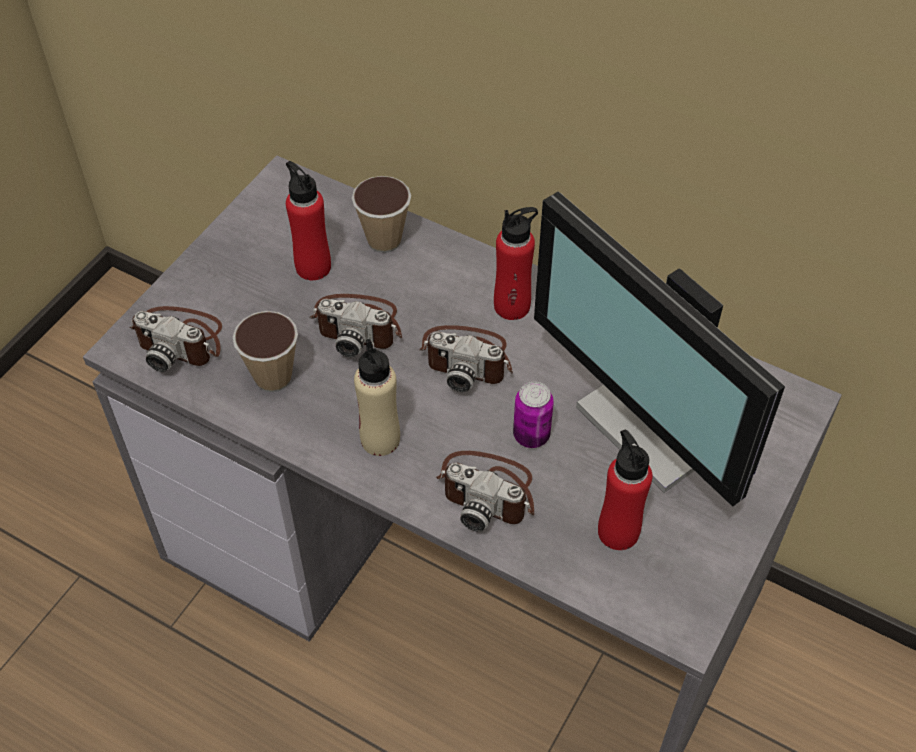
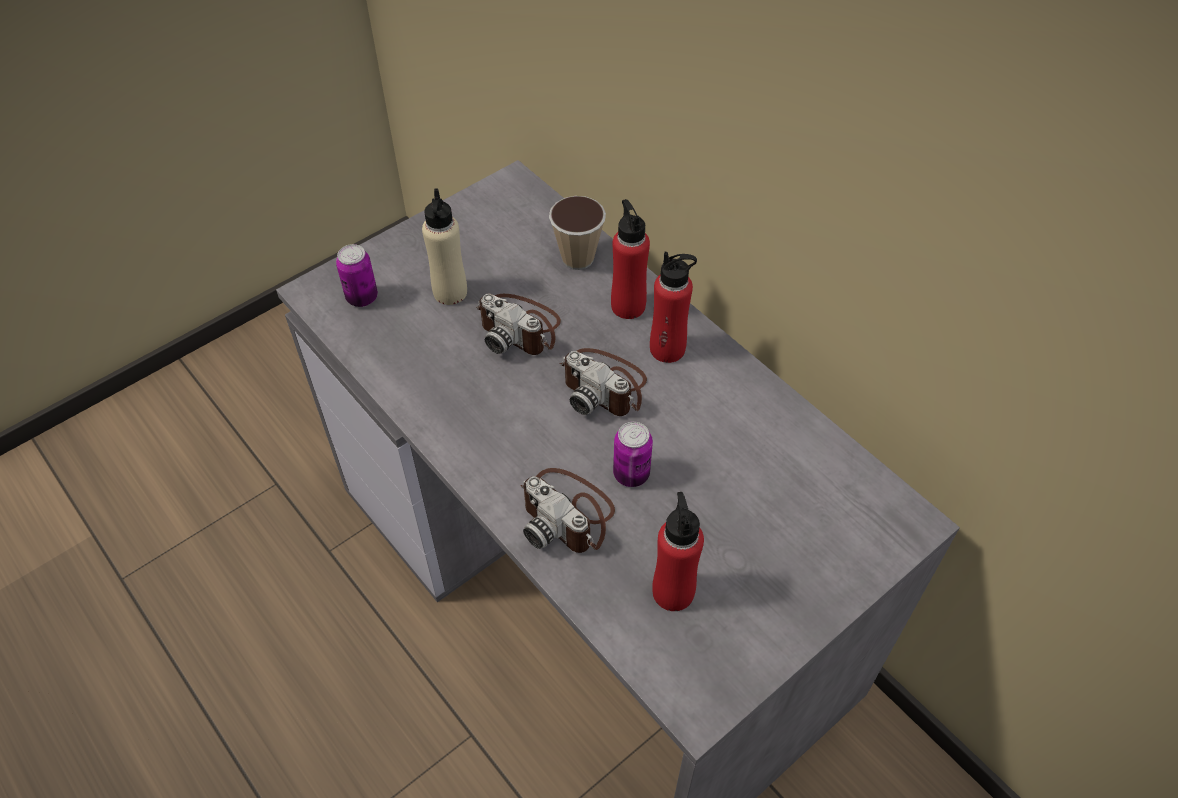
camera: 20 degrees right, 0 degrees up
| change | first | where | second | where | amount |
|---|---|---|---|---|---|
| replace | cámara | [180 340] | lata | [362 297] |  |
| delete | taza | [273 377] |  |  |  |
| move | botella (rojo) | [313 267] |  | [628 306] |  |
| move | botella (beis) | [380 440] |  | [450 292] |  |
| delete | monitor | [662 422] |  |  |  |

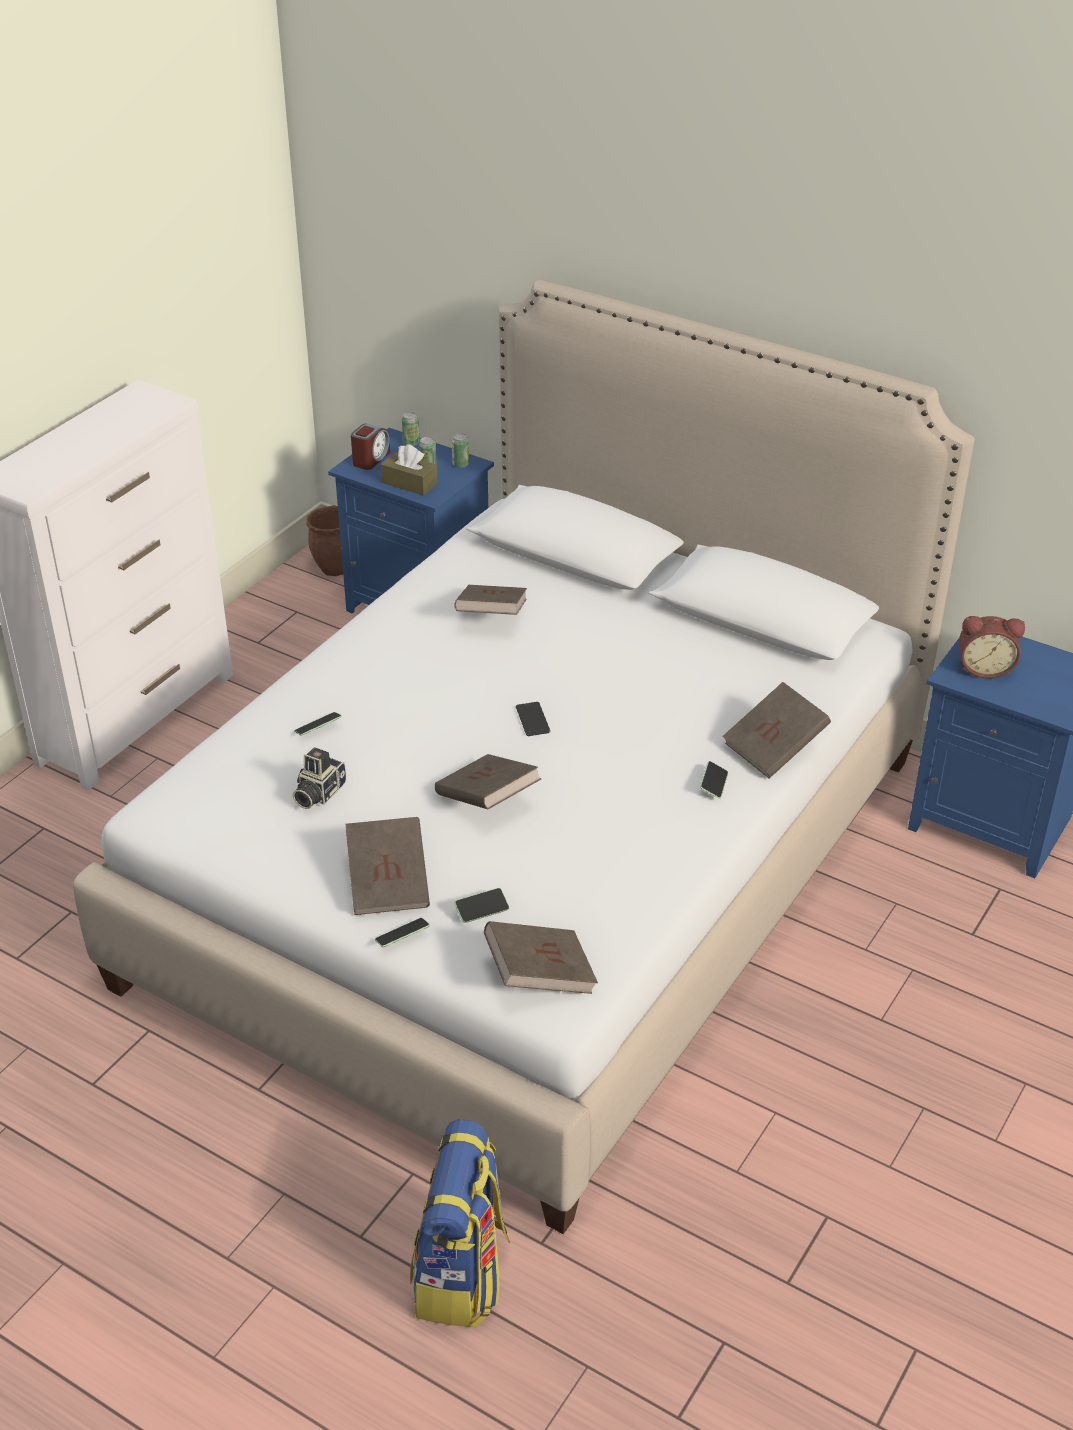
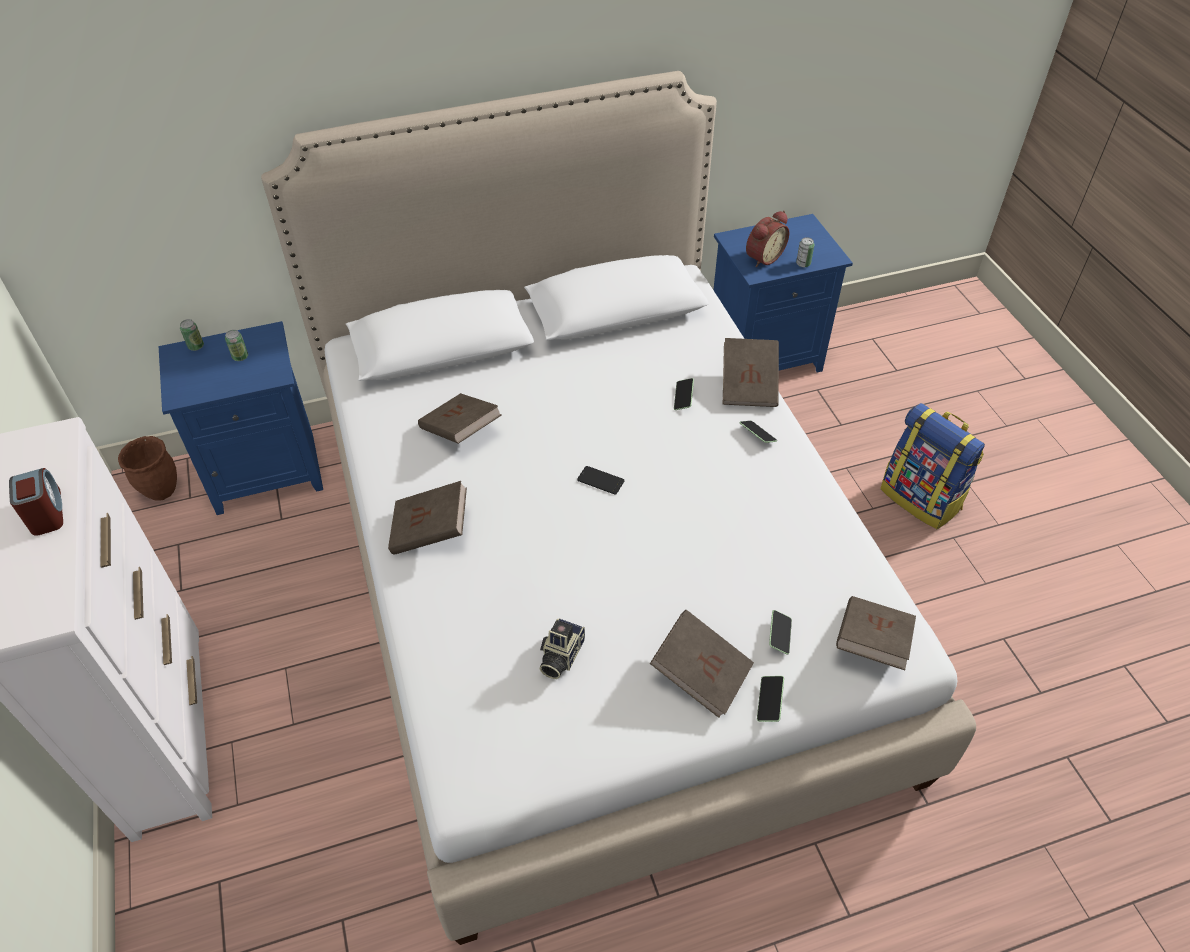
camera: 50 degrees left, 10 degrees up
| change | first | where | second | where | amount |
|---|---|---|---|---|---|
| rotate | cámara | [318 793] |  | [560 656] | 45 degrees clockwise |
| move | móvil | [318 729] |  | [683 398] |  |
| move | despertador | [371 459] |  | [46 513] |  |
| delete | caja de pañuelos (marrón) | [409 483] |  |  |  |
| move | mochila | [462 1275] |  | [921 499] |  |
| move | libro (marrón) | [487 799] |  | [430 531] |  |
| move | lata | [460 464] |  | [803 264] |  |

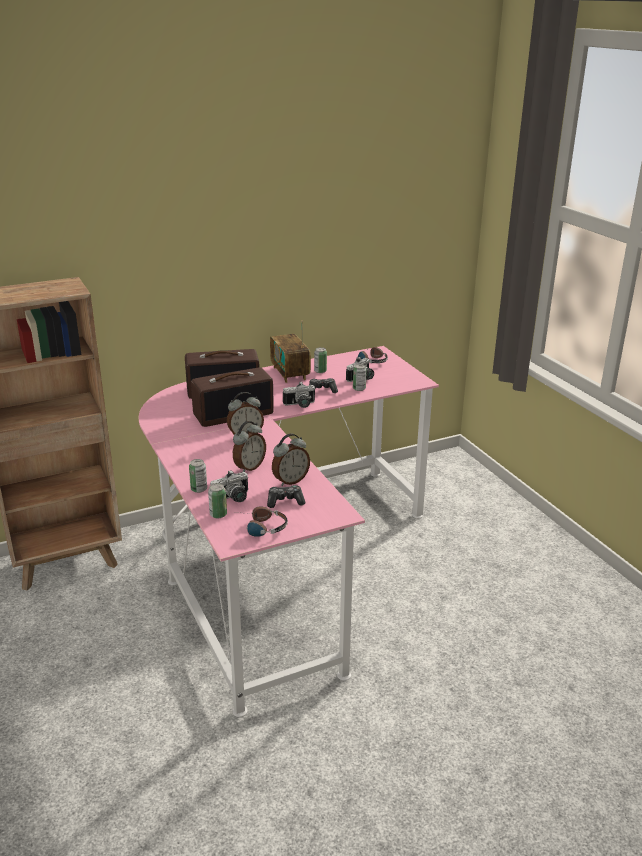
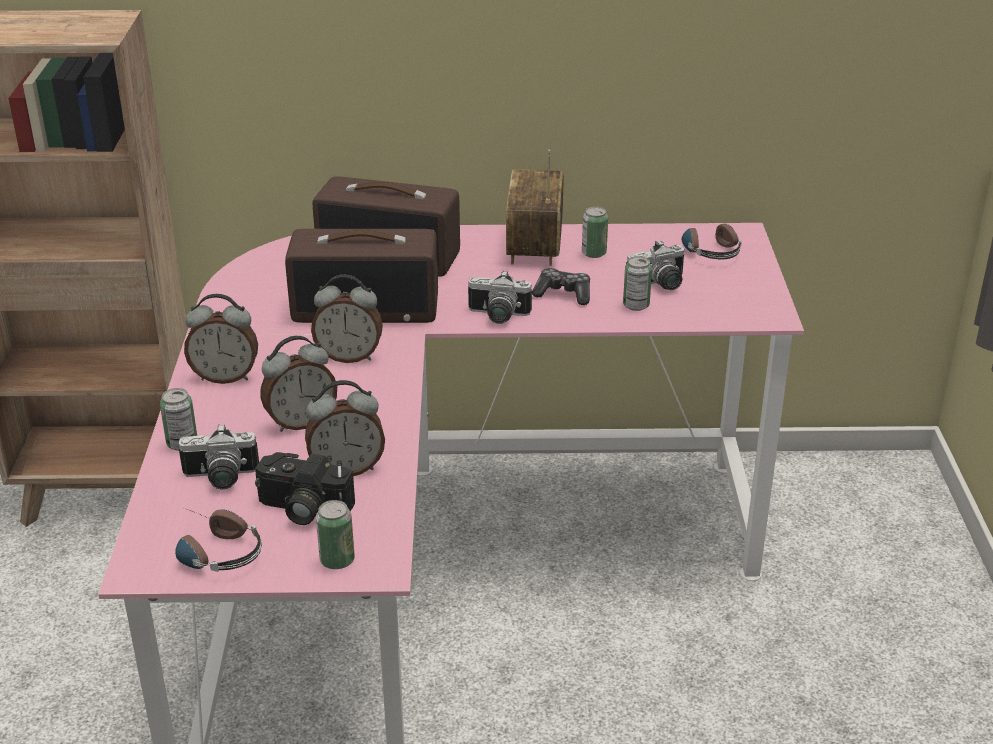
camera: 25 degrees right, 5 degrees up
| change | first | where | second | where | amount |
|---|---|---|---|---|---|
| move | lata | [218 514] |  | [337 560] |  |
| replace | mando de consola | [285 501] | cámara | [302 509] |  |
| insert |  |  | despertador | [225 377] |  |

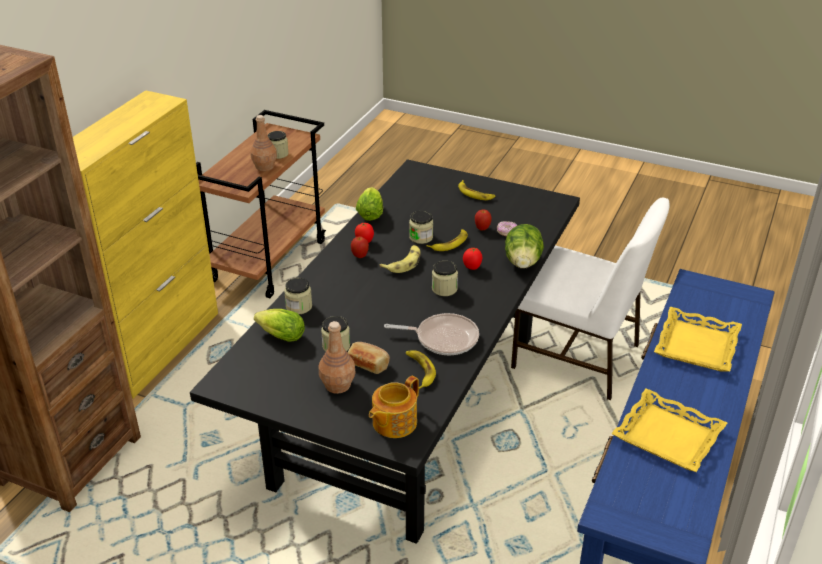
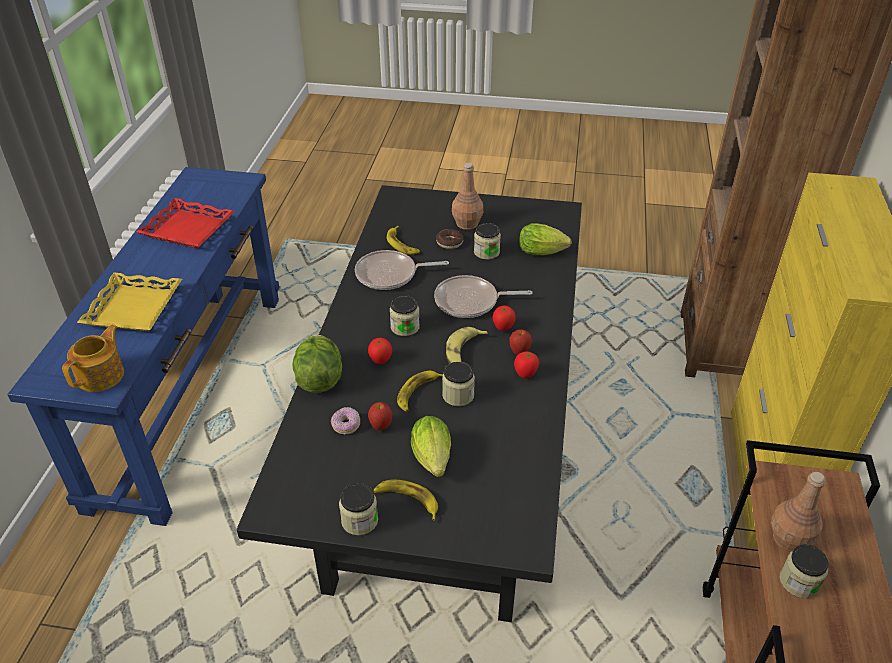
camera: 165 degrees right, 5 degrees up
| change | first | where | second | where | amount |
|---|---|---|---|---|---|
| move | tarro | [299 306] |  | [359 520] |  |
| replace | pan | [368 364] | rosquilla | [449 243] |  |
| move | lechuga | [370 213] |  | [433 461] |  |
| move | tetera | [393 423] |  | [102 375] |  |
| delete | silla (blanco) | [578 358] |  |  |  |
| recolor | bandeja (amarillo) | [668 436] | bandeja (rojo) | [187 229] |  |
| insert |  |  | sartén | [470 302] |  |
| insert |  |  | tomate | [503 328] |  |

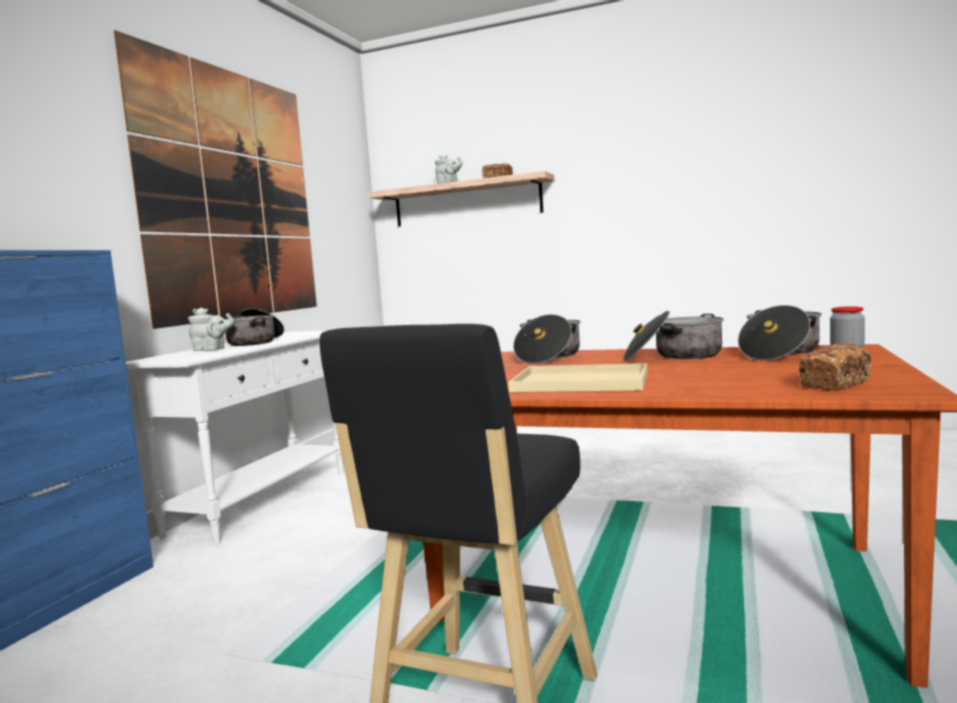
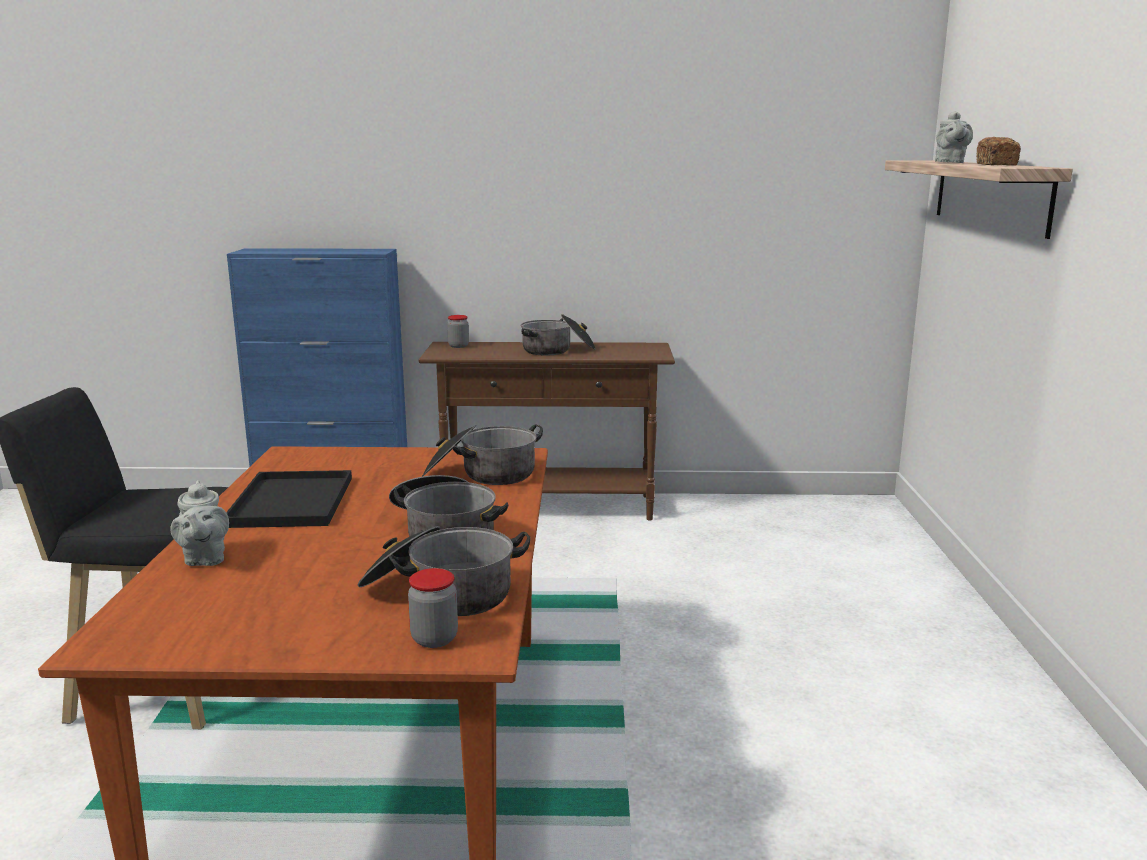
camera: 70 degrees right, 10 degrees up
| change | first | where | second | where | amount |
|---|---|---|---|---|---|
| delete | cuadro | [233 194] |  |  |  |
| recolor | mesa consola (blanco) | [263 501] | mesa consola (marrón) | [550 507] |  |
| move | tetera (gris) | [211 350] |  | [204 559] |  |
| recolor | bandeja (beis) | [577 382] | bandeja (negro) | [290 500] |  |
| delete | pan | [835 384] |  |  |  |
| insert |  |  | tarro | [458 346] |  |

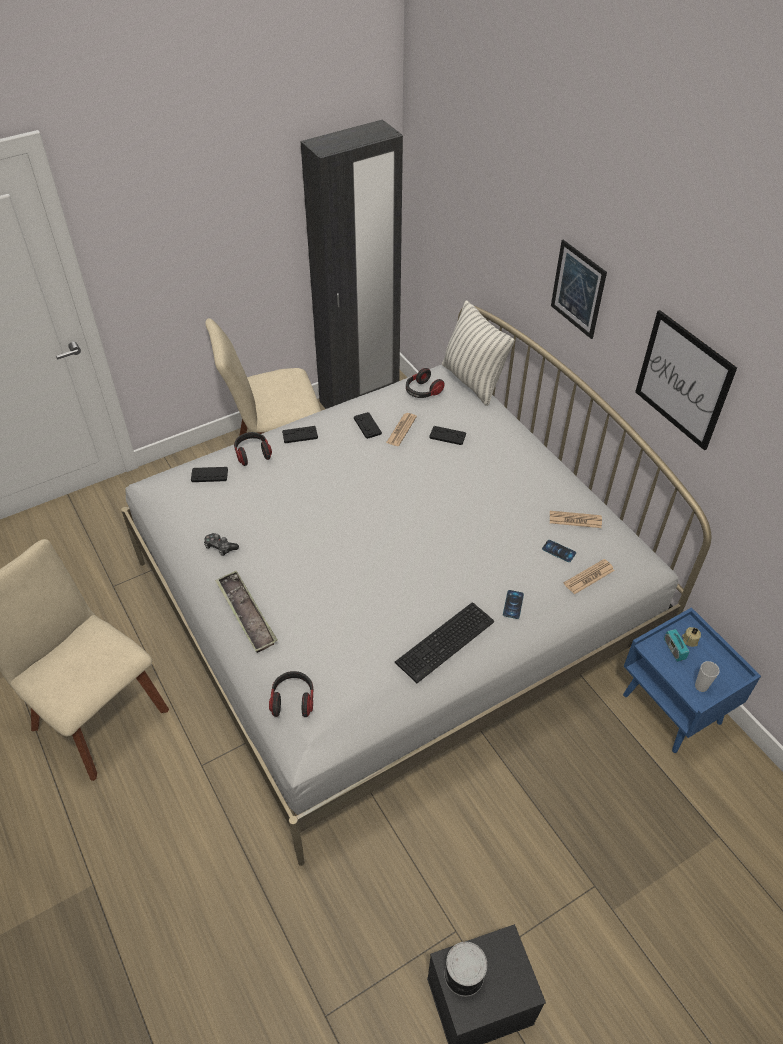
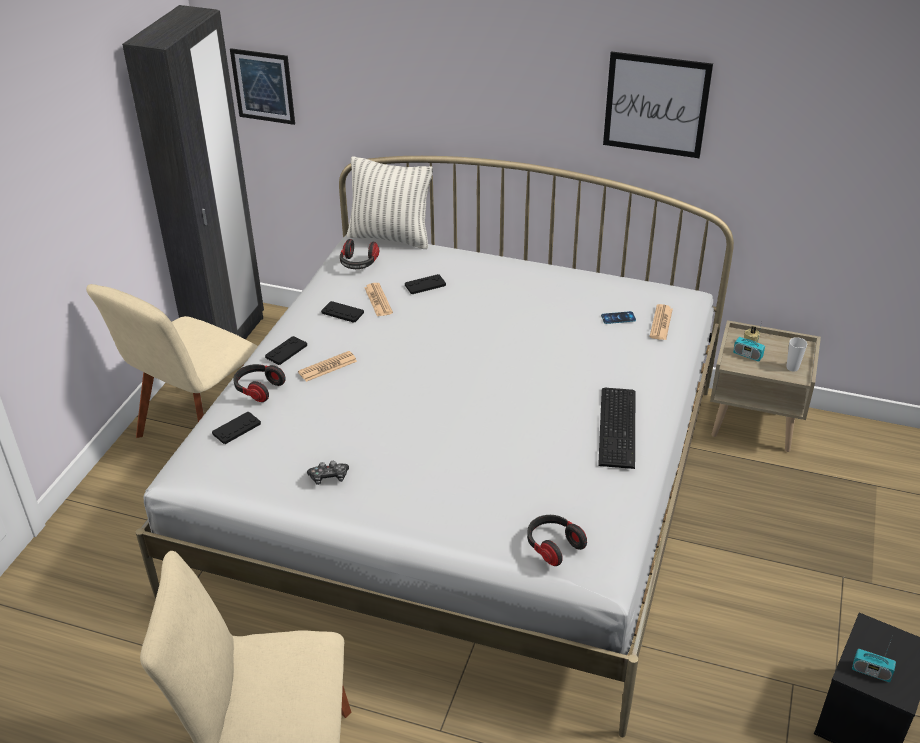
camera: 40 degrees left, 10 degrees down
| change | first | where | second | where | amount |
|---|---|---|---|---|---|
| delete | bandeja | [246 614] |  |  |  |
| replace | lata | [465 975] | radio | [871 671] |  |
| delete | móvil | [513 604] |  |  |  |
| move | periódico | [575 520] |  | [327 367] |  |
| move | cuadro | [578 289] |  | [263 86] |  |
| recolor | mesita de noche (azul) | [673 709] | mesita de noche (beis) | [754 423] |  |

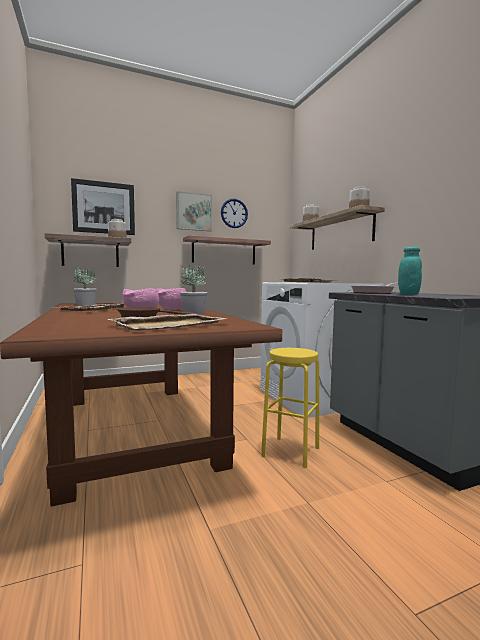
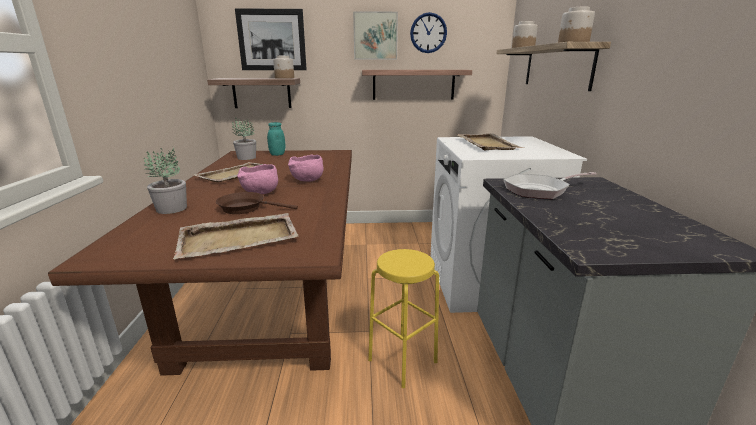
camera: 20 degrees right, 15 degrees up
| change | first | where | second | where | amount |
|---|---|---|---|---|---|
| move | planta en maceta | [193 313] |  | [172 208] |  |
| move | tarro (turquesa) | [408 294] |  | [277 154] |  |

